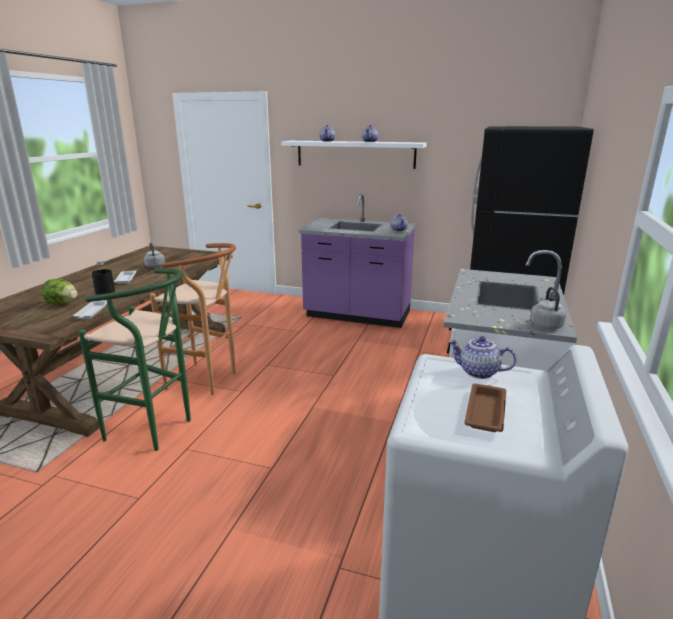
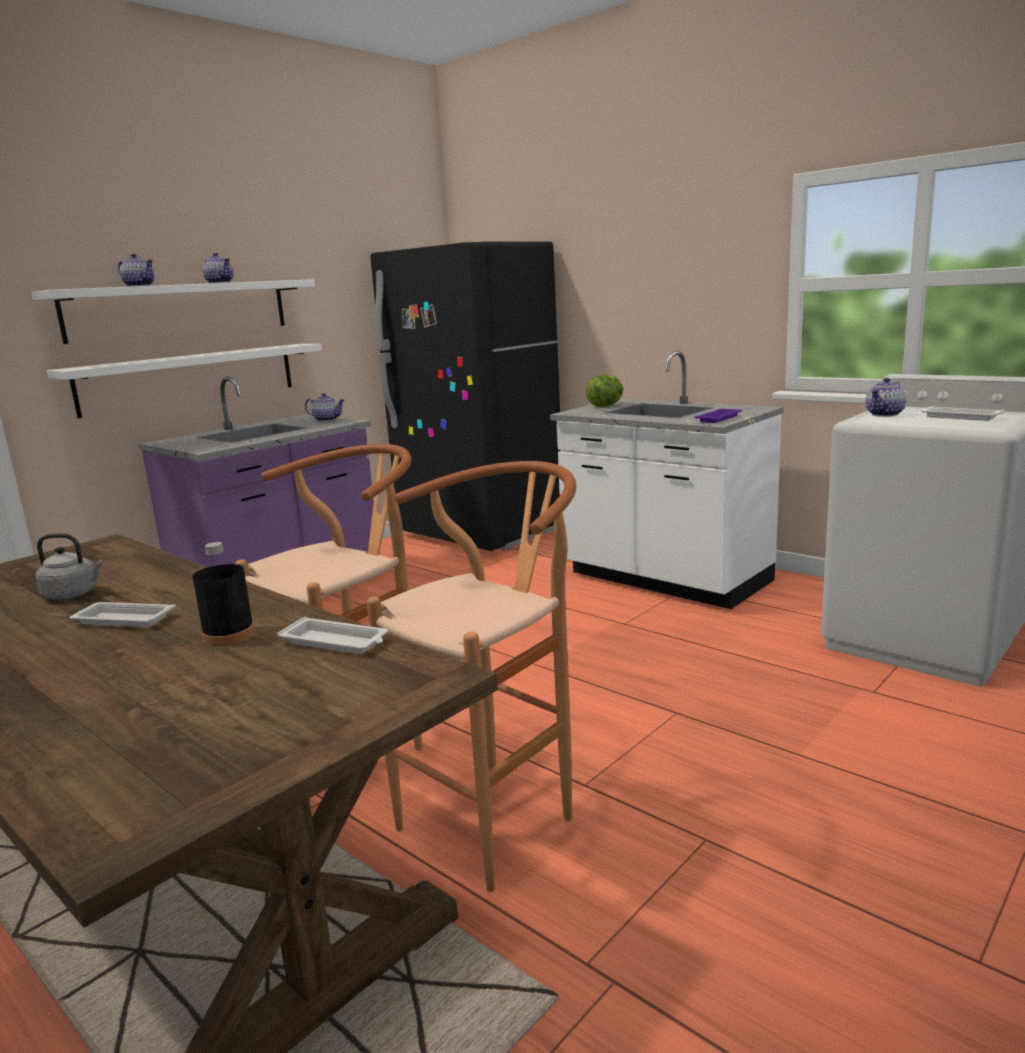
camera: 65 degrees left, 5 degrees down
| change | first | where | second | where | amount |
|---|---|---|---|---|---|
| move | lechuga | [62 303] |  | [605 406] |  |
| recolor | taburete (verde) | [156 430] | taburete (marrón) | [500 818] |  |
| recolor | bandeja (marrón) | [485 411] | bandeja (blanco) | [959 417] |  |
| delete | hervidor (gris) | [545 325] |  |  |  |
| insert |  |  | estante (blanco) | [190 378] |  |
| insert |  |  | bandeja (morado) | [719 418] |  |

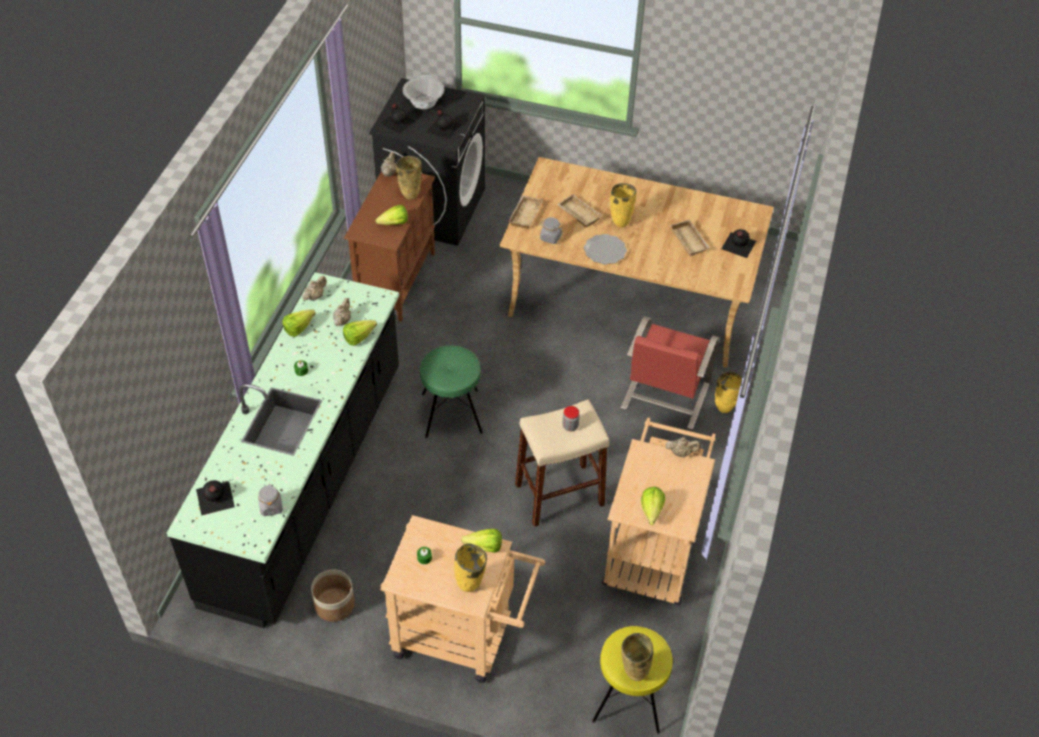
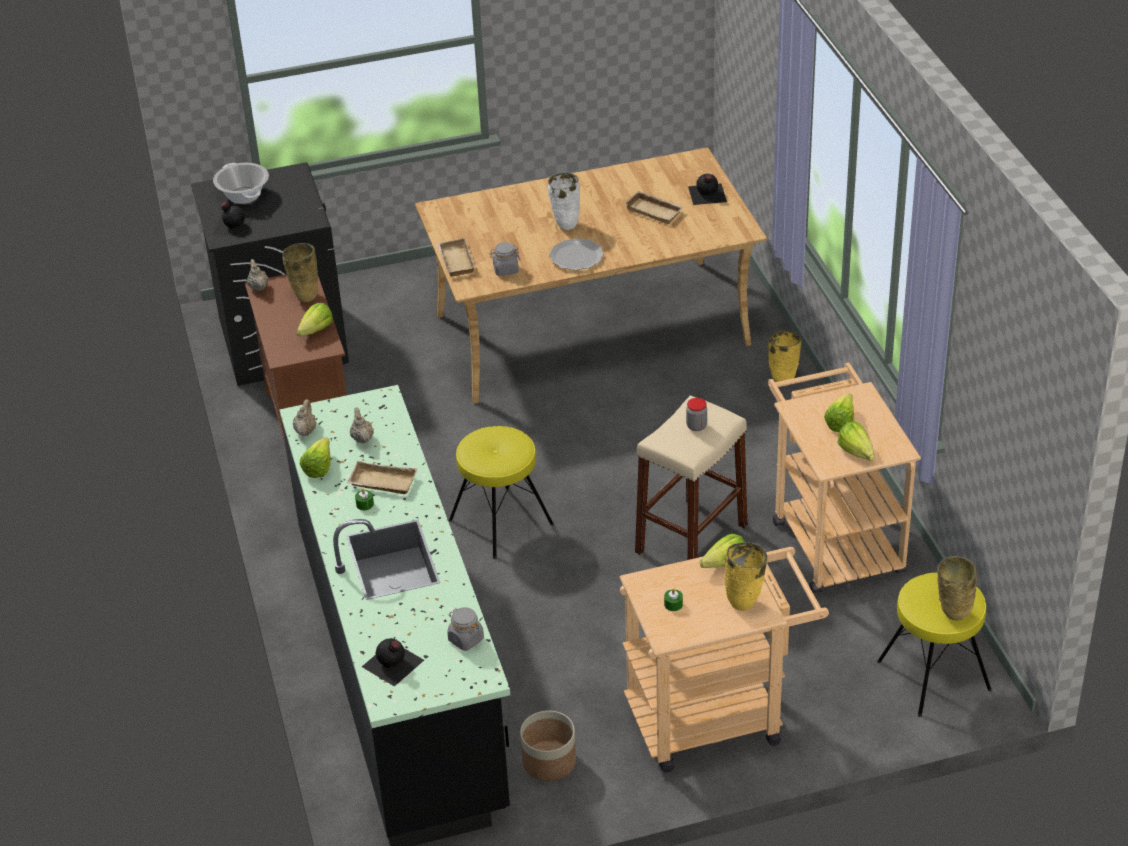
camera: 30 degrees left, 10 degrees down
| change | first | where | second | where | amount |
|---|---|---|---|---|---|
| move | lechuga | [362 337] |  | [842 420] |  |
| recolor | taburete (verde) | [451 413] | taburete (amarillo) | [500 522] |  |
| delete | botella (negro) | [443 127] |  |  |  |
| move | bandeja (beis) | [578 214] |  | [381 483] |  |
| recolor | florero (amarillo) | [620 221] | florero (blanco) | [565 224] |  |
| delete | silla (rojo) | [664 397] |  |  |  |
| delete | tetera (beis) | [681 453] |  |  |  |

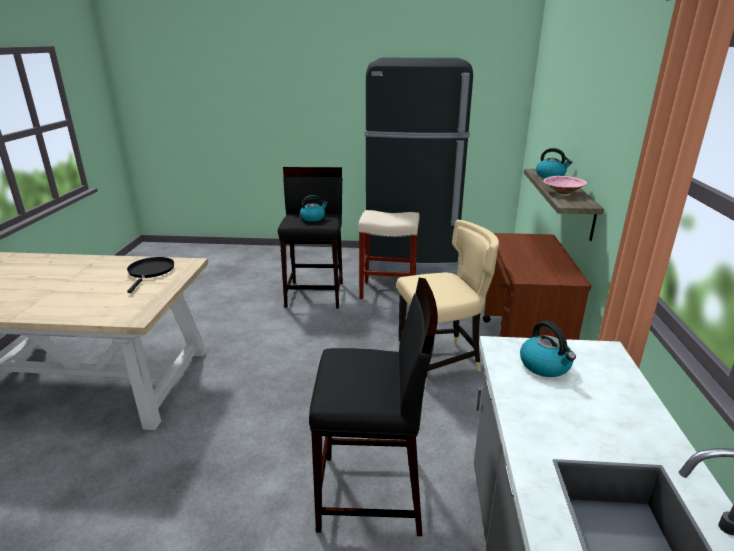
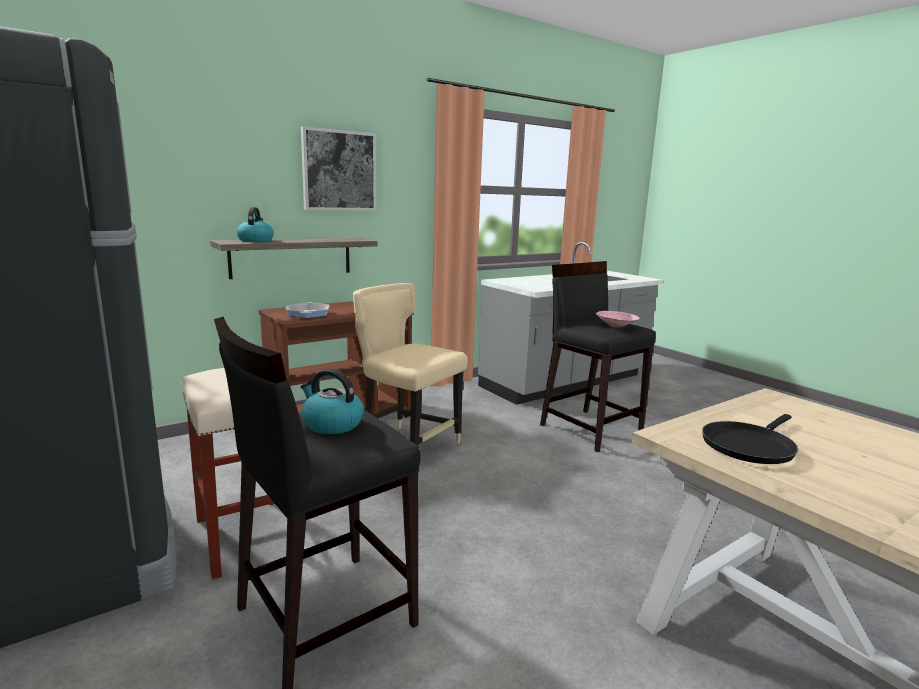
camera: 130 degrees left, 10 degrees down
| change | first | where | second | where | amount |
|---|---|---|---|---|---|
| delete | hervidor | [545 366] |  |  |  |
| move | cuenco (rosa) | [562 192] |  | [616 326] |  |
| insert |  |  | sartén | [308 314] |  |
| insert |  |  | cuadro | [339 170] |  |

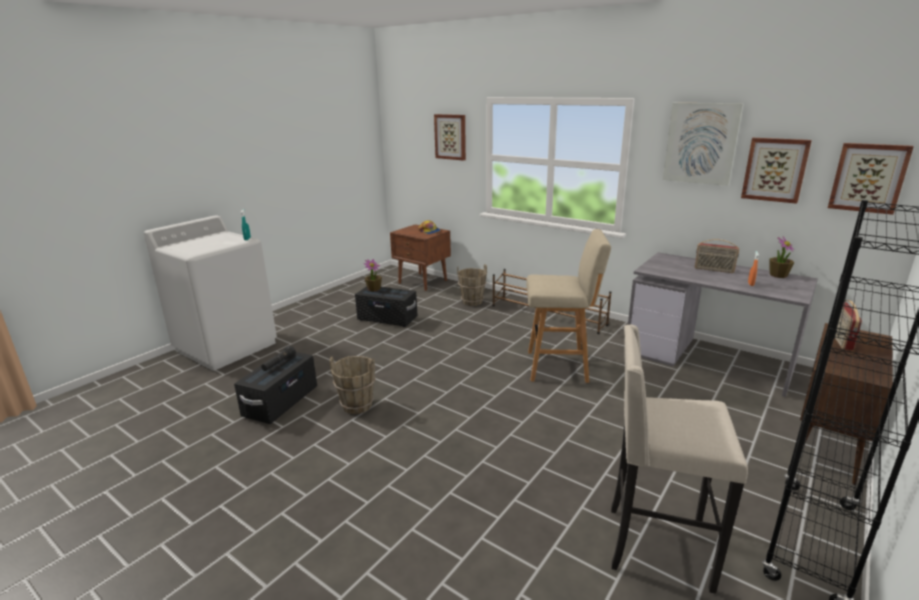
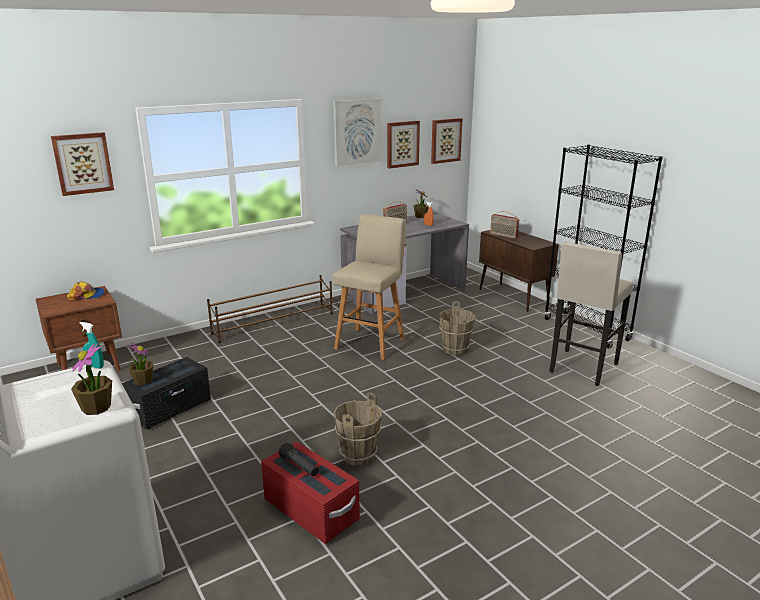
camera: 70 degrees left, 0 degrees up
| change | first | where | second | where | amount |
|---|---|---|---|---|---|
| recolor | caja de almacenaje (negro) | [281 402] | caja de almacenaje (rojo) | [311 510] |  |
| move | cubo (marrón) | [472 302] |  | [455 349] |  |
| insert |  |  | planta en maceta | [96 408] |  |

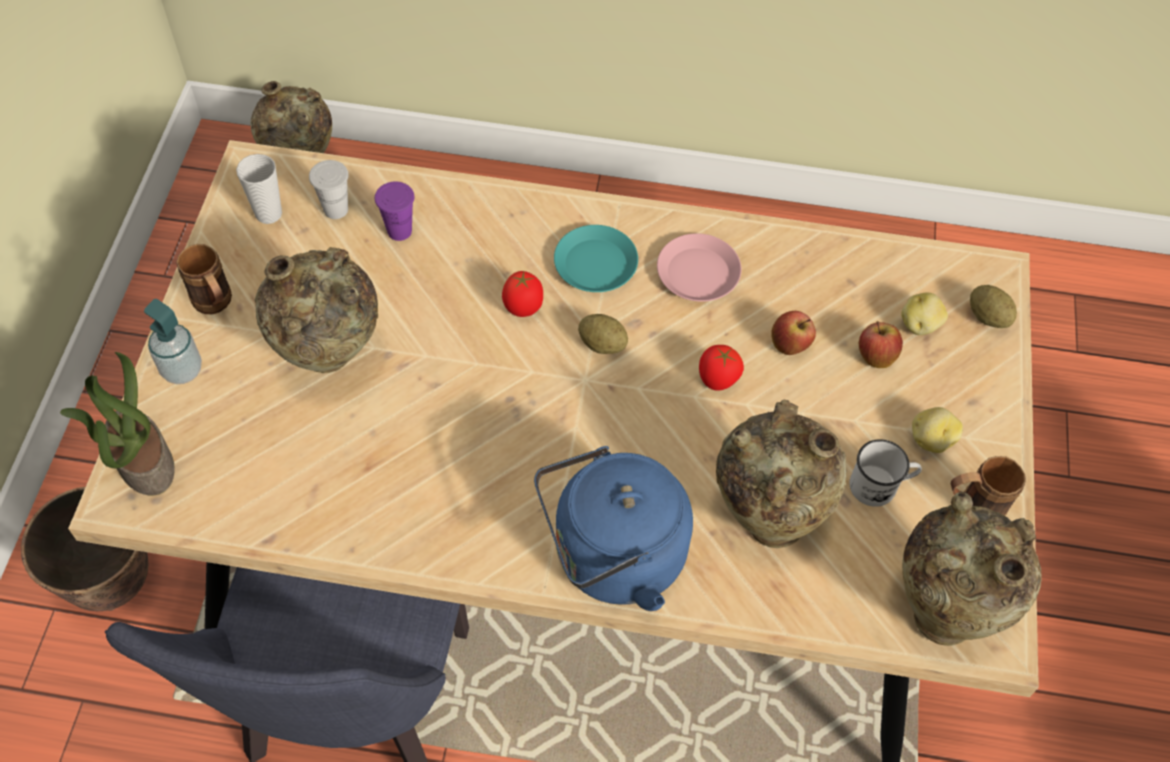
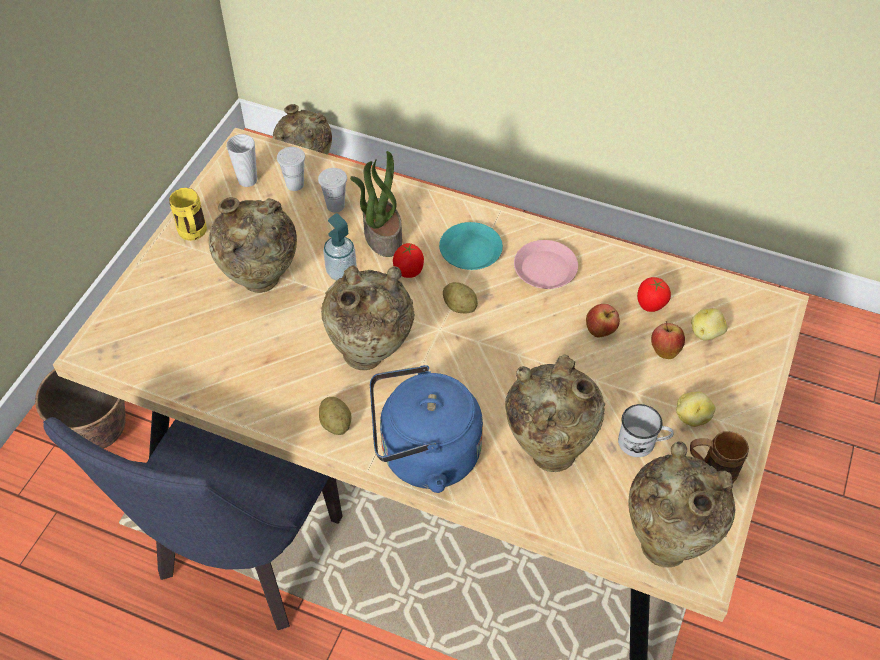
camera: 15 degrees right, 5 degrees down
| change | first | where | second | where | amount |
|---|---|---|---|---|---|
| move | planta en maceta | [142 462] |  | [381 236] |  |
| move | dispensador de jabón | [182 370] |  | [341 272] |  |
| recolor | taza grande (marrón) | [216 306] | taza grande (amarillo) | [194 235] |  |
| recolor | taza (morado) | [399 231] | taza (blanco) | [335 206] |  |
| move | tomate | [717 381] |  | [650 306] |  |
| move | patata | [987 317] |  | [336 423] |  |
| insert |  |  | florero (beis) | [371 355] |  |

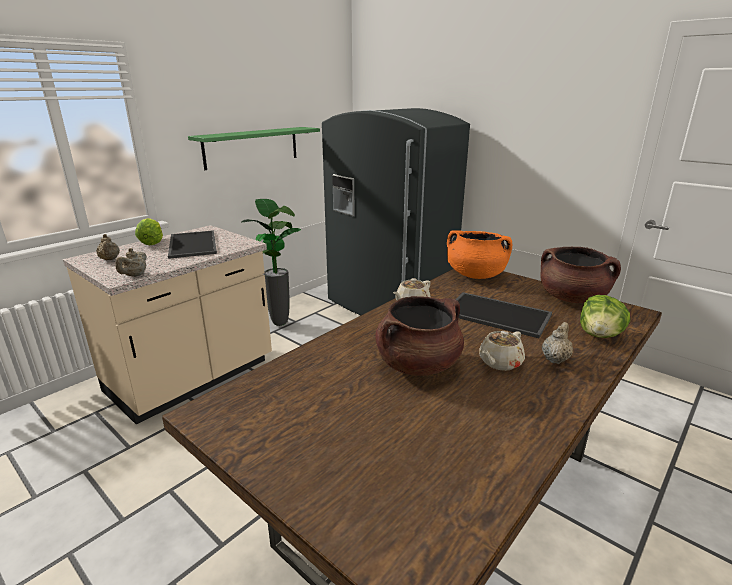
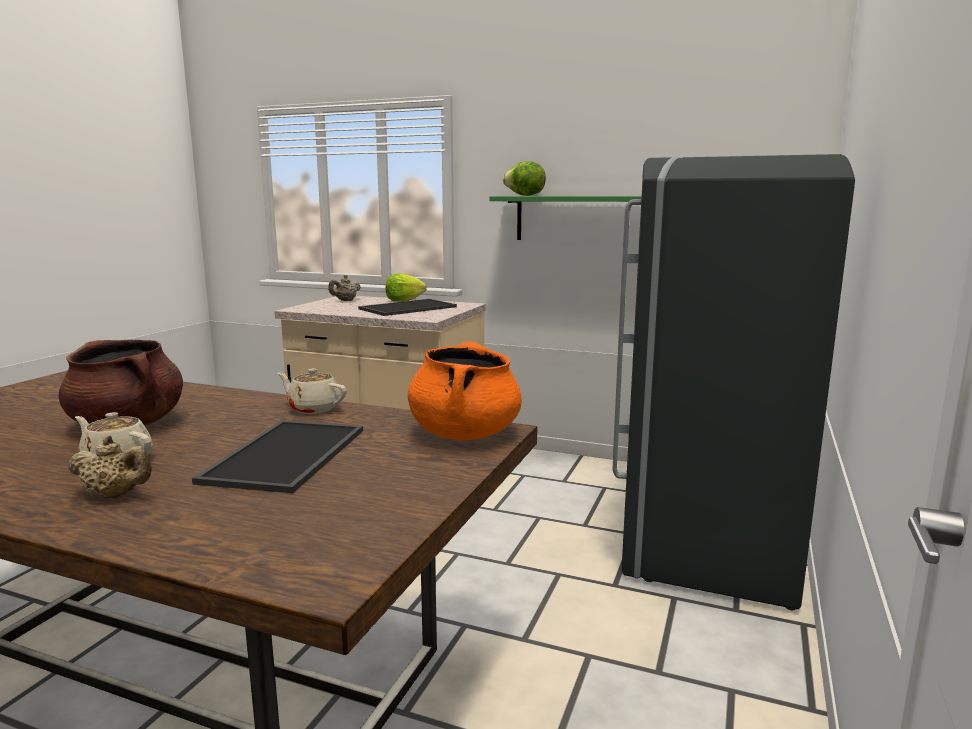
camera: 70 degrees right, 10 degrees down
| change | first | where | second | where | amount |
|---|---|---|---|---|---|
| delete | tetera (beis) | [135 275] |  |  |  |
| delete | planta en maceta | [280 323] |  |  |  |
| delete | olla (marrón) | [572 298] |  |  |  |
| move | lechuga | [599 335] |  | [525 195] |  |

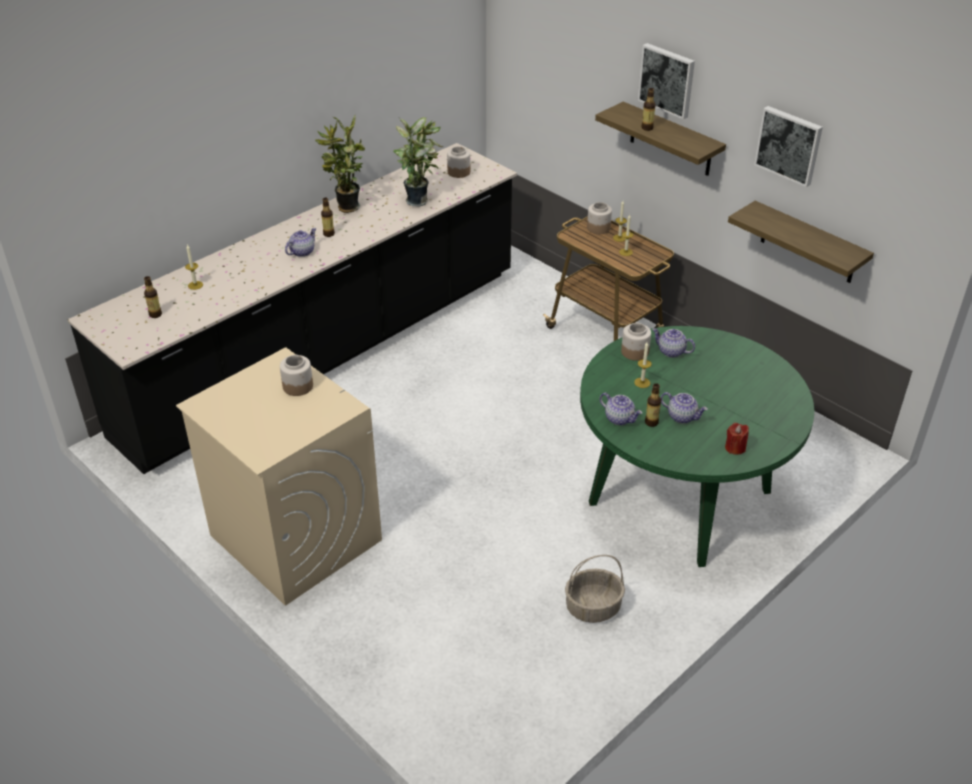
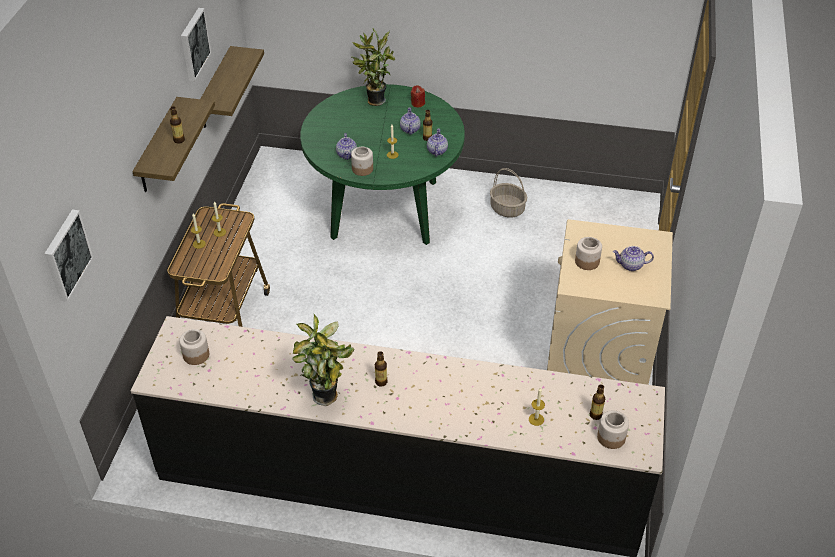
camera: 125 degrees left, 5 degrees up
| change | first | where | second | where | amount |
|---|---|---|---|---|---|
| move | tetera | [302 252] |  | [630 265] |  |
| move | planta en maceta | [419 200] |  | [374 101] |  |
| move | tarro | [598 228] |  | [611 438] |  |
| move | cuadro | [667 80] |  | [66 255] |  |

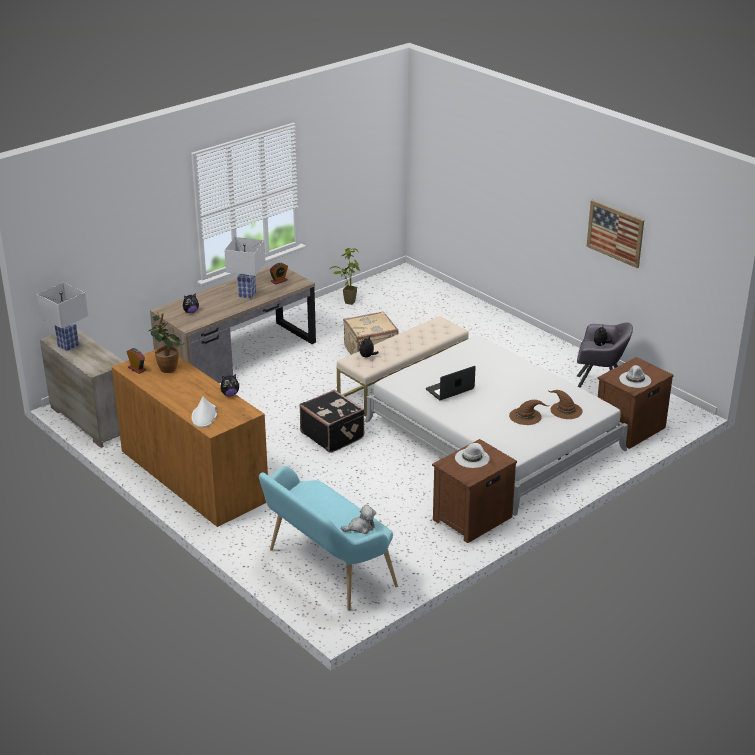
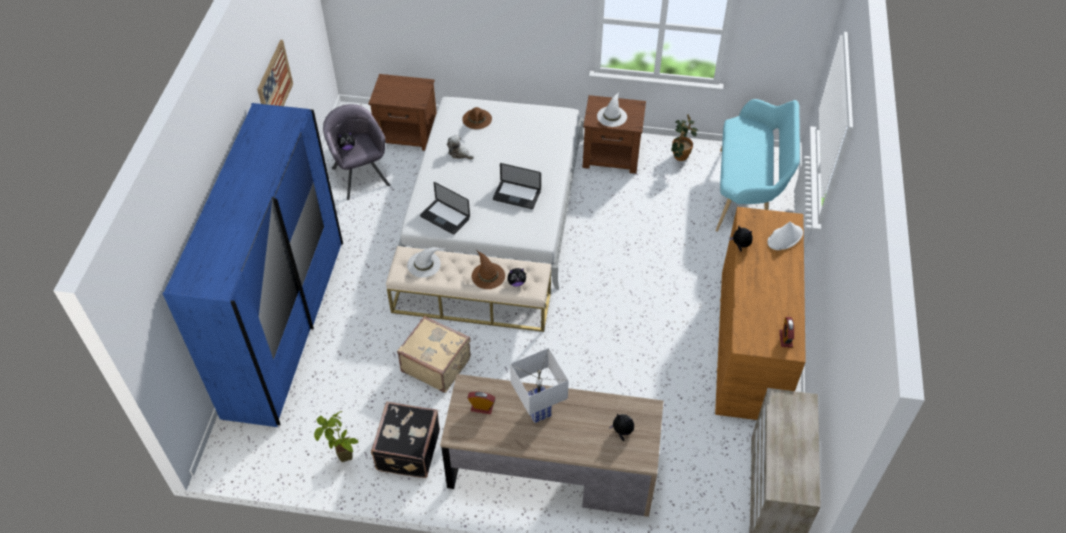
camera: 130 degrees left, 20 degrees up
| change | first | where | second | where | amount |
|---|---|---|---|---|---|
| delete | lámpara de mesa (blanco) | [67 346] |  |  |  |
| move | planta en maceta | [167 366] |  | [678 158] |  |
| move | maleta (negro) | [333 435] |  | [407 450] |  |
| move | peluche | [360 527] |  | [459 153] |  |
| move | sombrero (marrón) | [525 416] |  | [488 275] |  |
| move | sombrero (blanco) | [635 380] |  | [424 264] |  |
| insert |  |  | armario ropero (azul) | [285 326] |  |
| insert |  |  | portátil | [445 217] |  |

